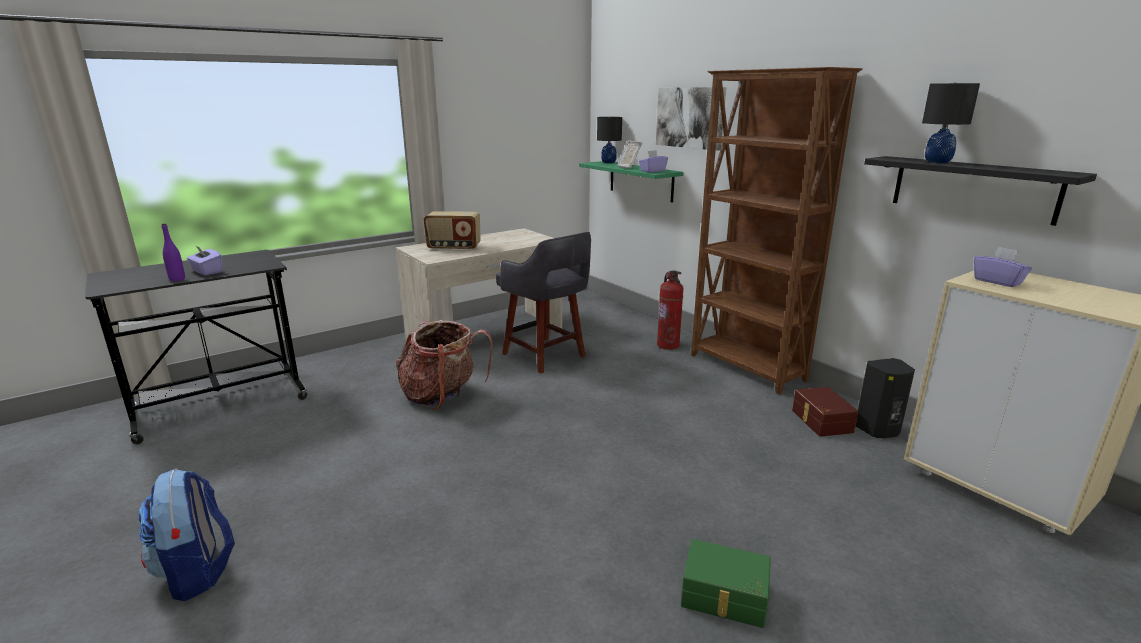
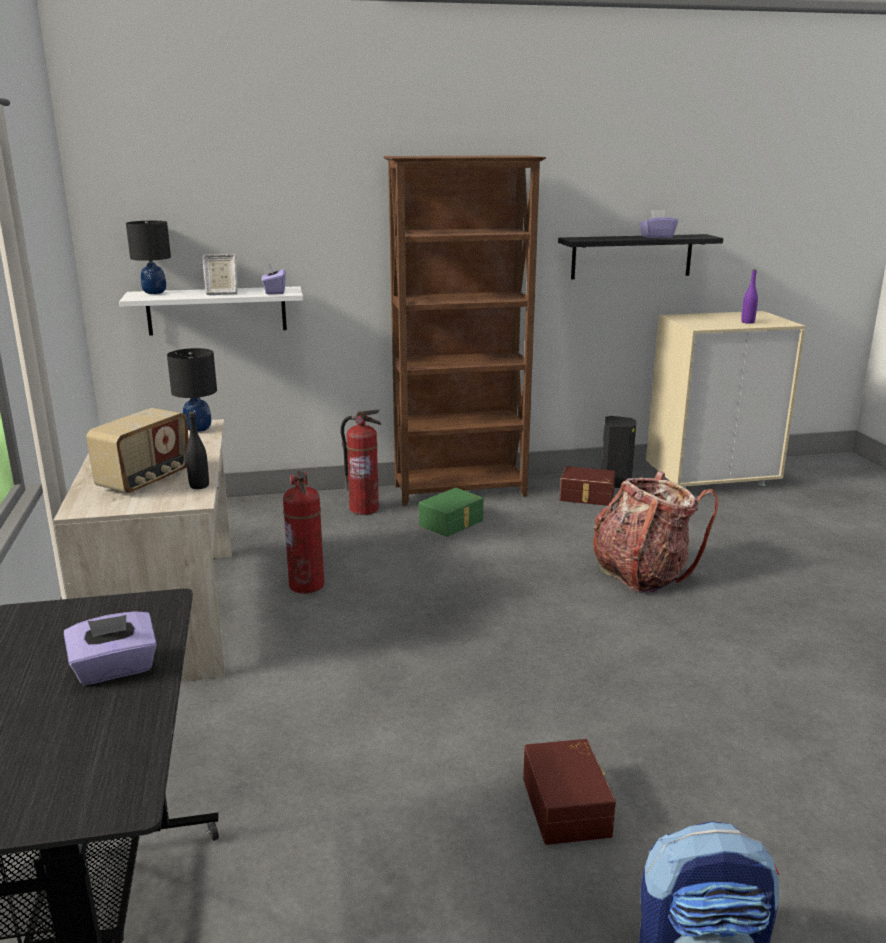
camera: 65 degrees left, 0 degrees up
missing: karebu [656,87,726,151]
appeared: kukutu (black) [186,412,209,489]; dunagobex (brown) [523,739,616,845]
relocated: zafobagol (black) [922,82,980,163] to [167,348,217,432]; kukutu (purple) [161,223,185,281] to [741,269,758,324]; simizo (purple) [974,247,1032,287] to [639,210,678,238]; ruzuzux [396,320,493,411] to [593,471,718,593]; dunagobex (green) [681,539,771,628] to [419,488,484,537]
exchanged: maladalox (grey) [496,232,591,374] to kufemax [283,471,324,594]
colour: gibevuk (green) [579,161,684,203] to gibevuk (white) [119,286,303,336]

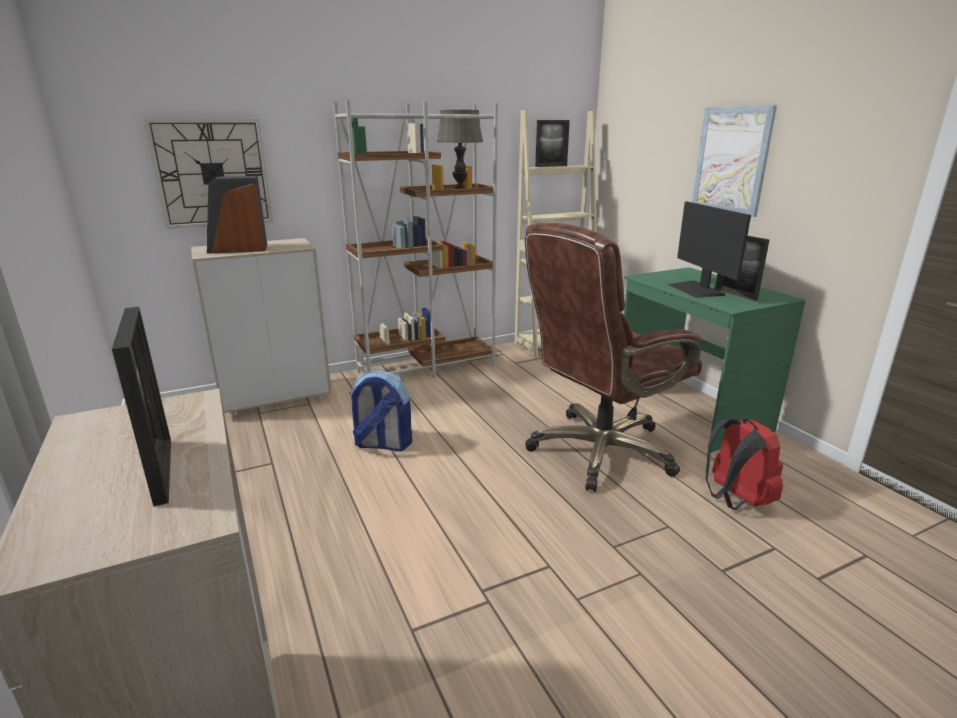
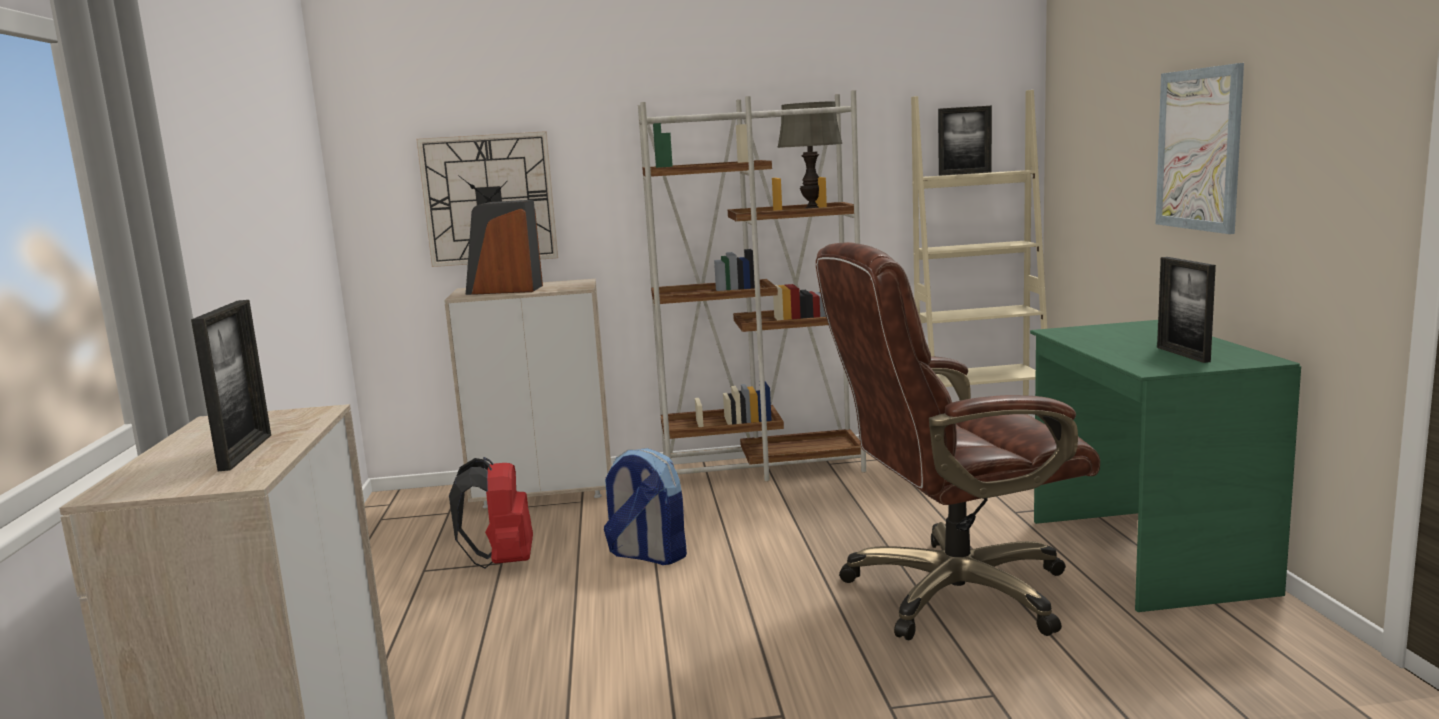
camera: 20 degrees right, 10 degrees down
missing: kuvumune [667,202,751,298]
relocated: ruzuzux (red) [705,419,783,510] to [449,457,533,569]

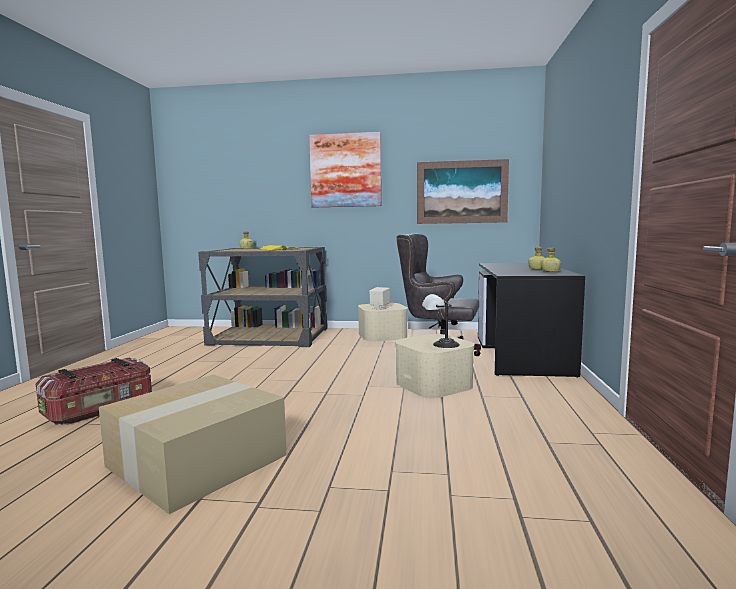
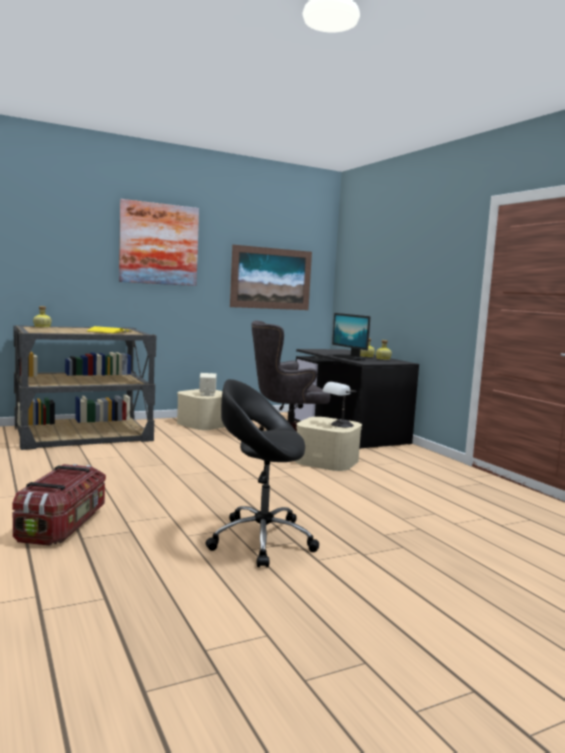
camera: 35 degrees left, 0 degrees up
appeared: kuvumune [332,313,370,360]
exchanged: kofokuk [99,374,287,514] to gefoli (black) [206,379,319,567]

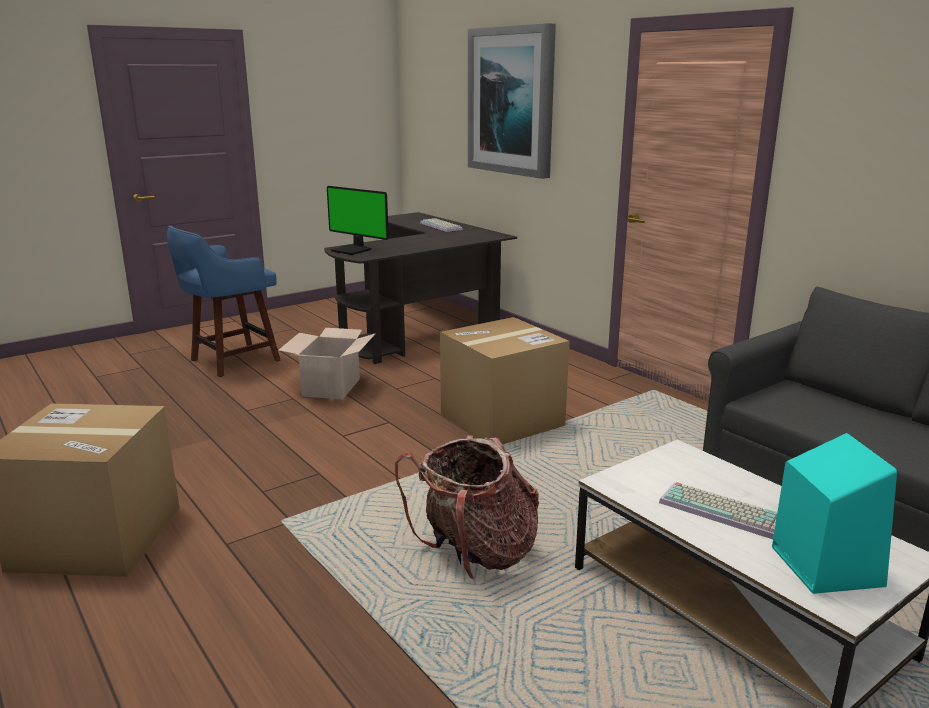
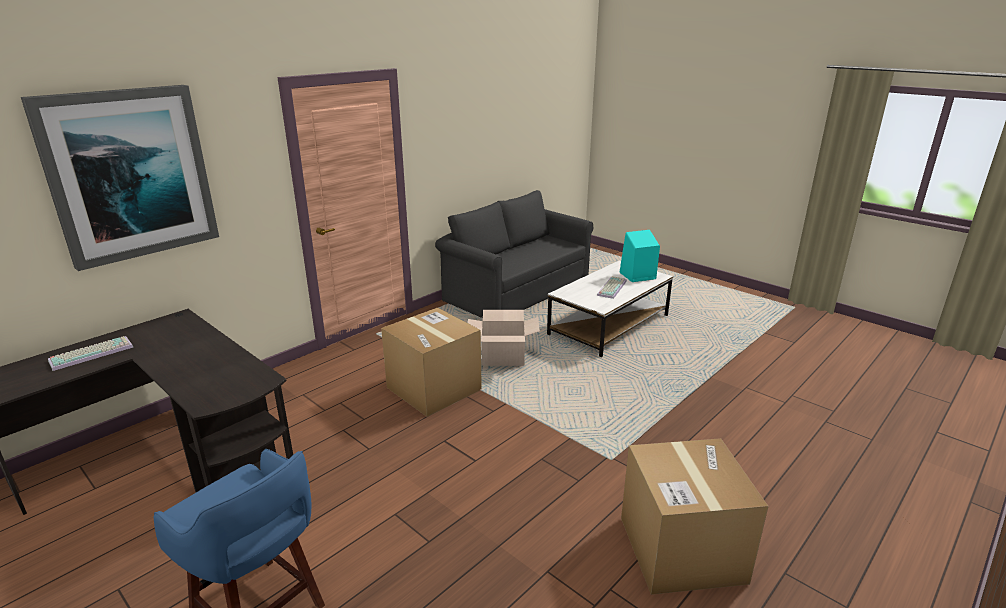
camera: 100 degrees left, 5 degrees up
missing: kuvumune [327,186,389,255]; ruzuzux [395,435,539,580]
relocated: kofokuk [278,328,376,400] to [468,310,540,366]

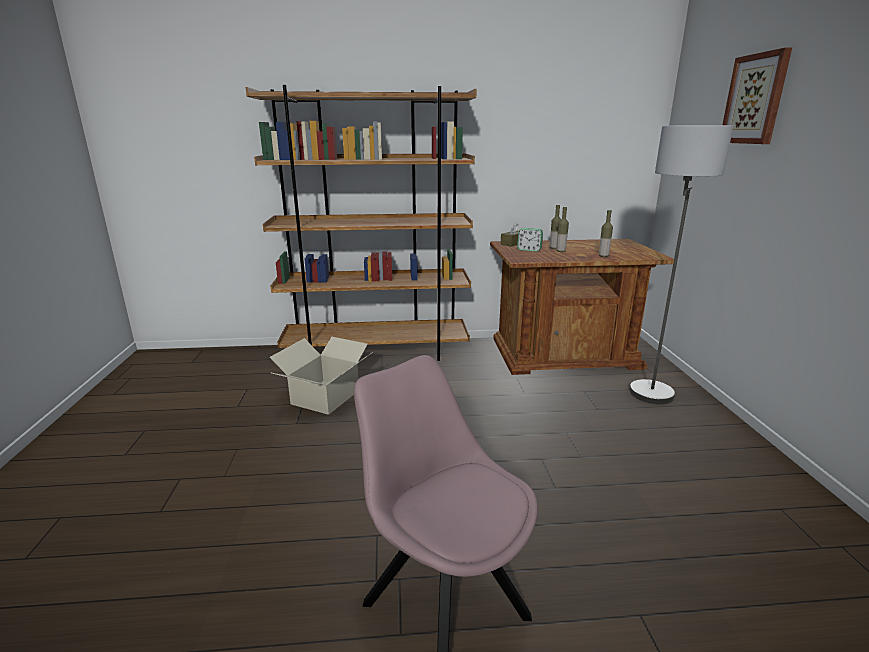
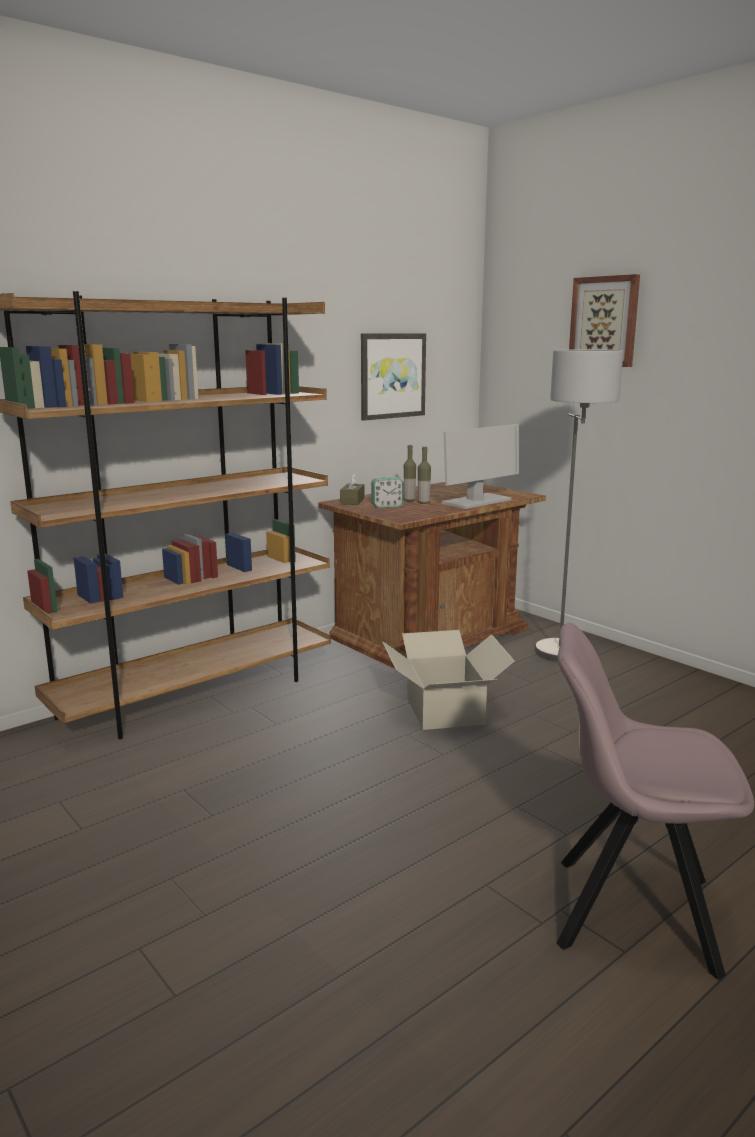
camera: 35 degrees left, 5 degrees down
appeared: karebu [361,333,426,421]
relocated: kofokuk [270,337,373,415] to [383,630,515,730]
exchanged: kukutu [599,210,613,257] to kuvumune [442,424,519,509]

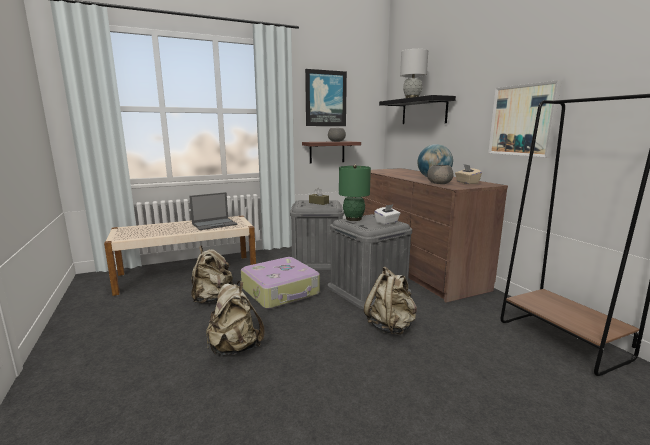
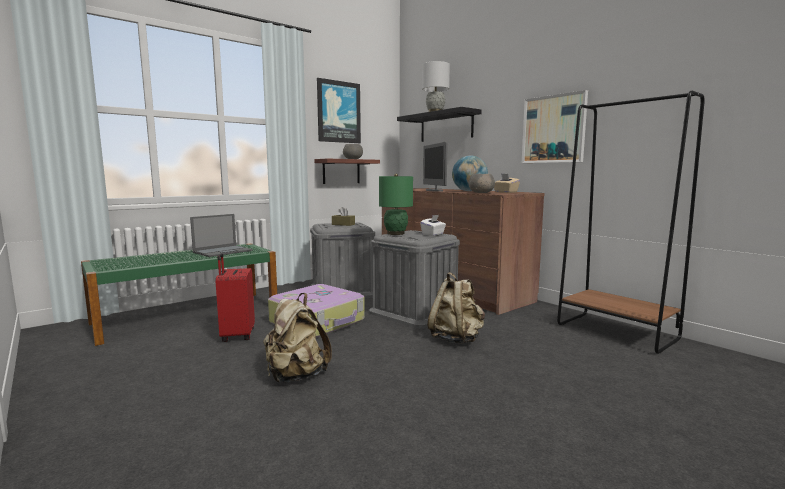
camera: 15 degrees left, 5 degrees down
appeared: kuvumune [423,142,448,192]
exchanged: ruzuzux (beige) [192,246,233,303] to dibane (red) [215,253,255,342]
colour: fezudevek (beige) [104,215,256,296] to fezudevek (green) [81,243,277,346]

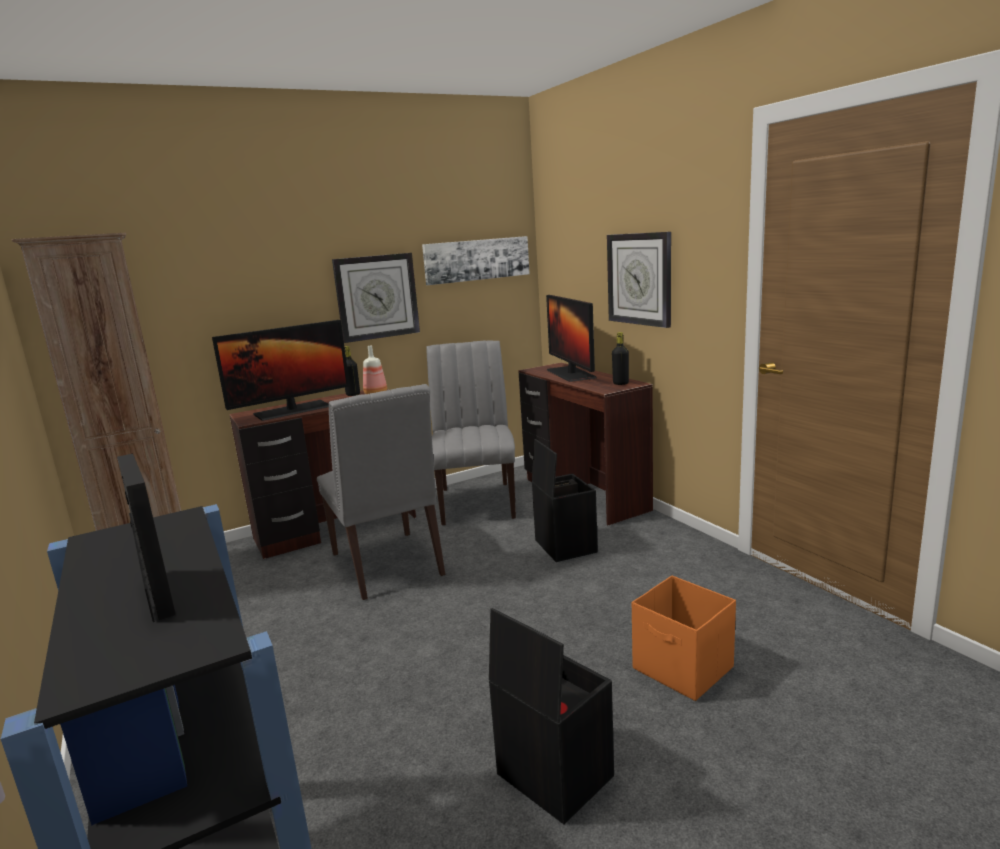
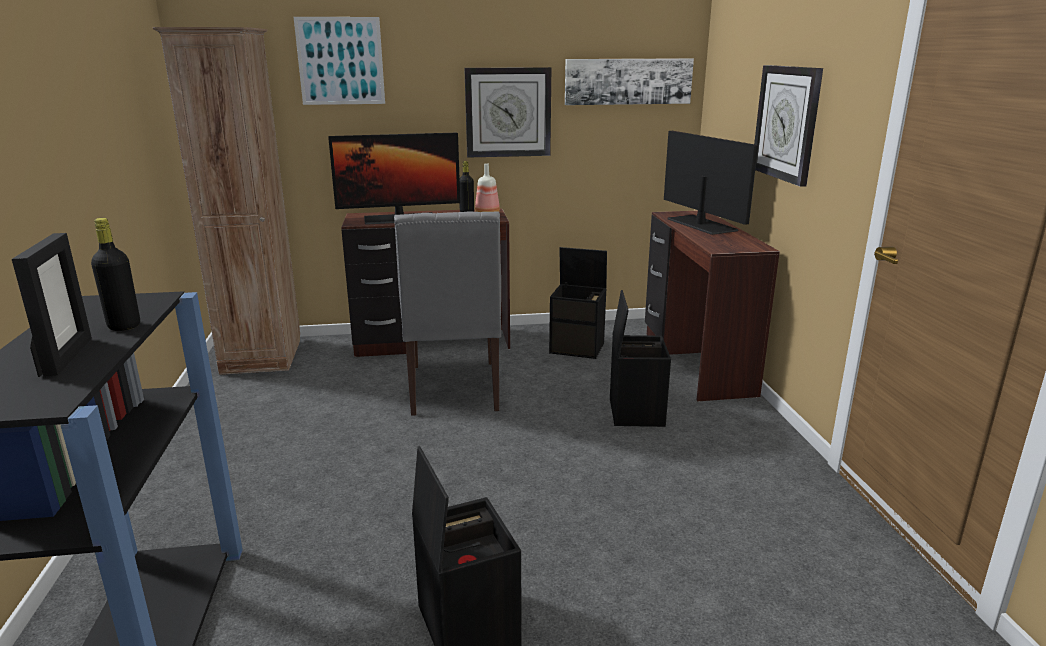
camera: 20 degrees right, 5 degrees up
missing: dunagobex (orange) [632,575,736,701]
appeared: karebu [294,17,385,105]
relocated: kukutu (black) [612,332,629,385] to [91,218,140,331]
exchanged: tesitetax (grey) [426,340,516,525] to dunagobex (black) [549,247,607,359]
spun: kuvumune [546,295,597,382] = [664,131,758,235] 150 degrees clockwise

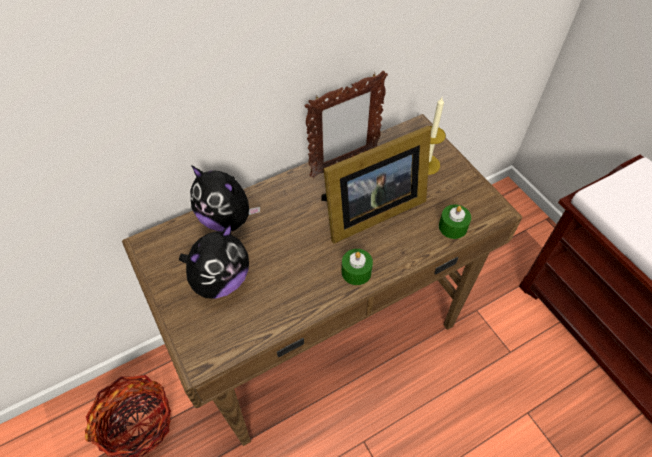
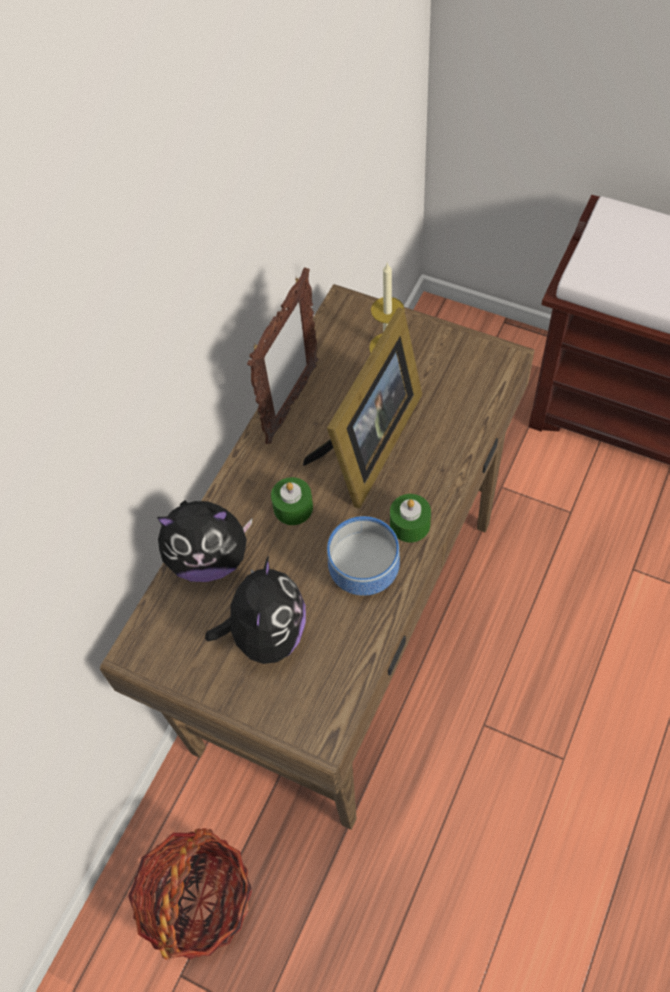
camera: 30 degrees left, 5 degrees up
appeared: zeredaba [327,516,400,596]
relocated: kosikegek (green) [439,205,471,239] to [271,477,313,525]

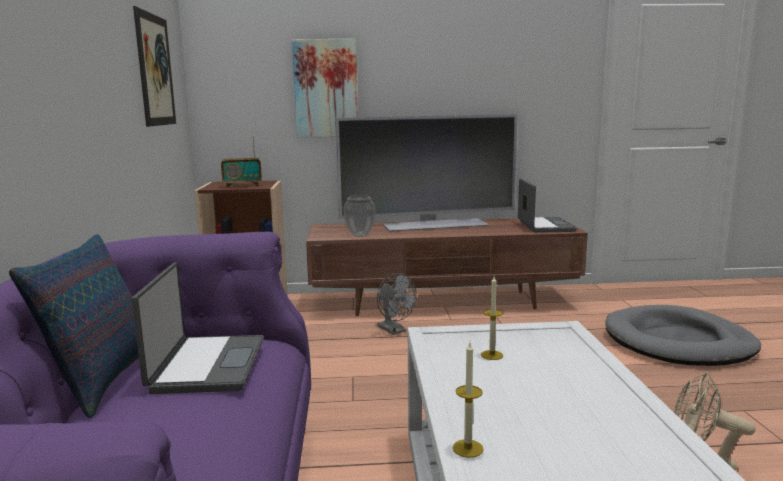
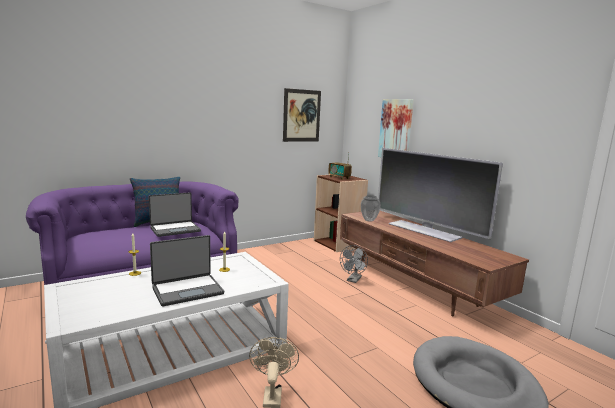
camera: 60 degrees right, 0 degrees up
relocated: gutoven [518,178,577,233] to [150,235,224,307]

